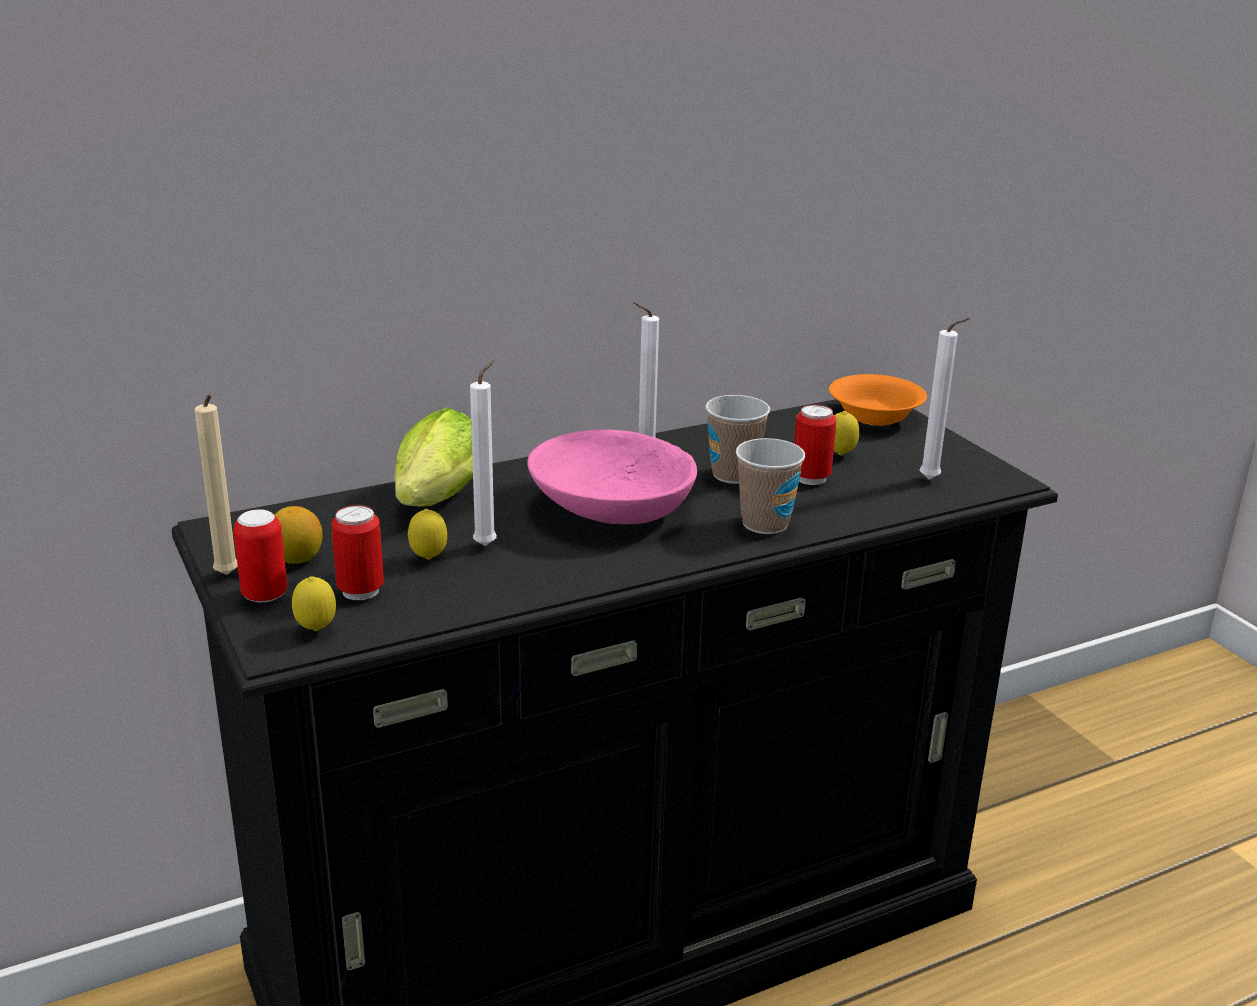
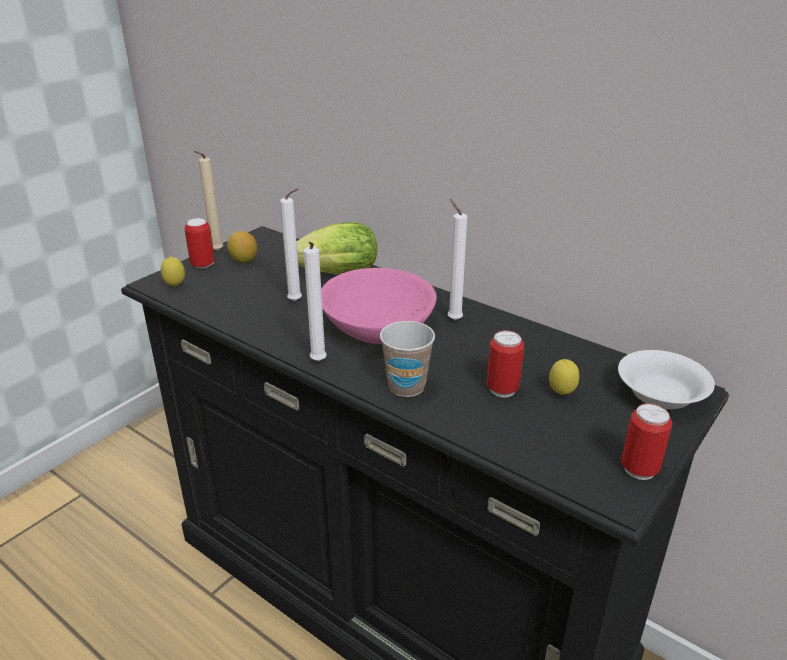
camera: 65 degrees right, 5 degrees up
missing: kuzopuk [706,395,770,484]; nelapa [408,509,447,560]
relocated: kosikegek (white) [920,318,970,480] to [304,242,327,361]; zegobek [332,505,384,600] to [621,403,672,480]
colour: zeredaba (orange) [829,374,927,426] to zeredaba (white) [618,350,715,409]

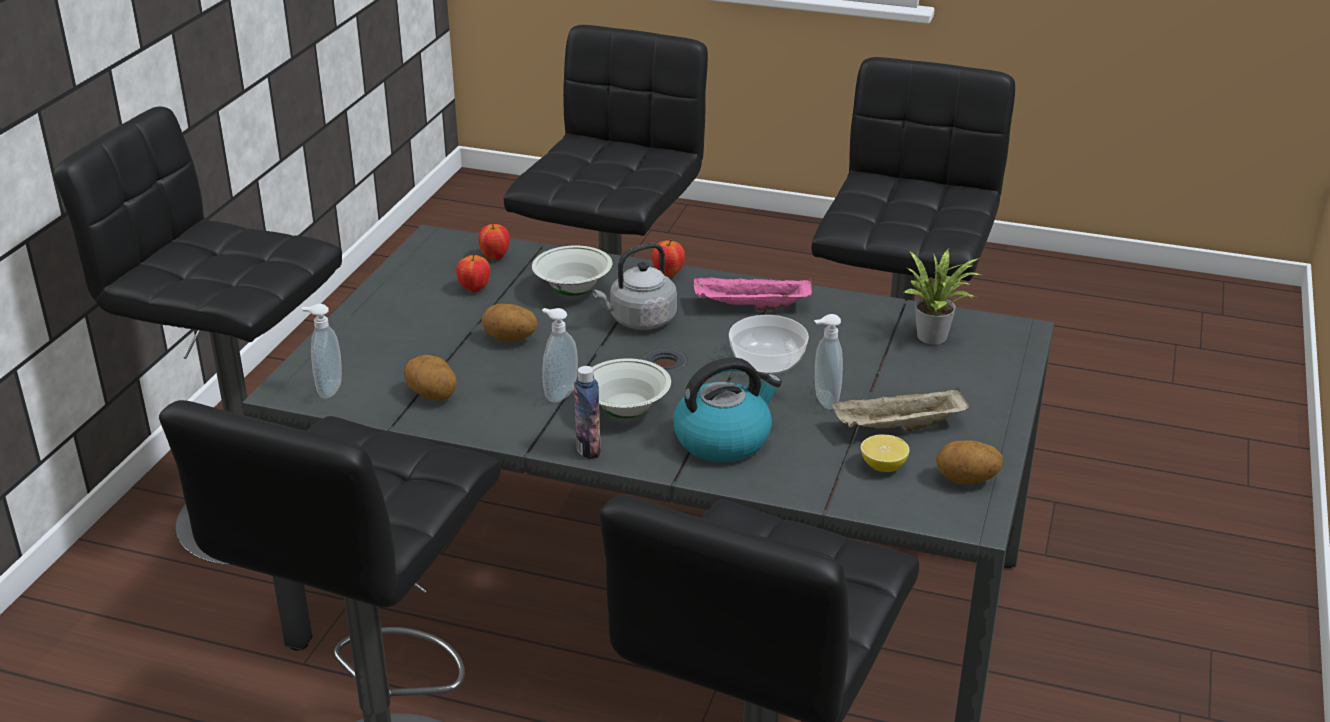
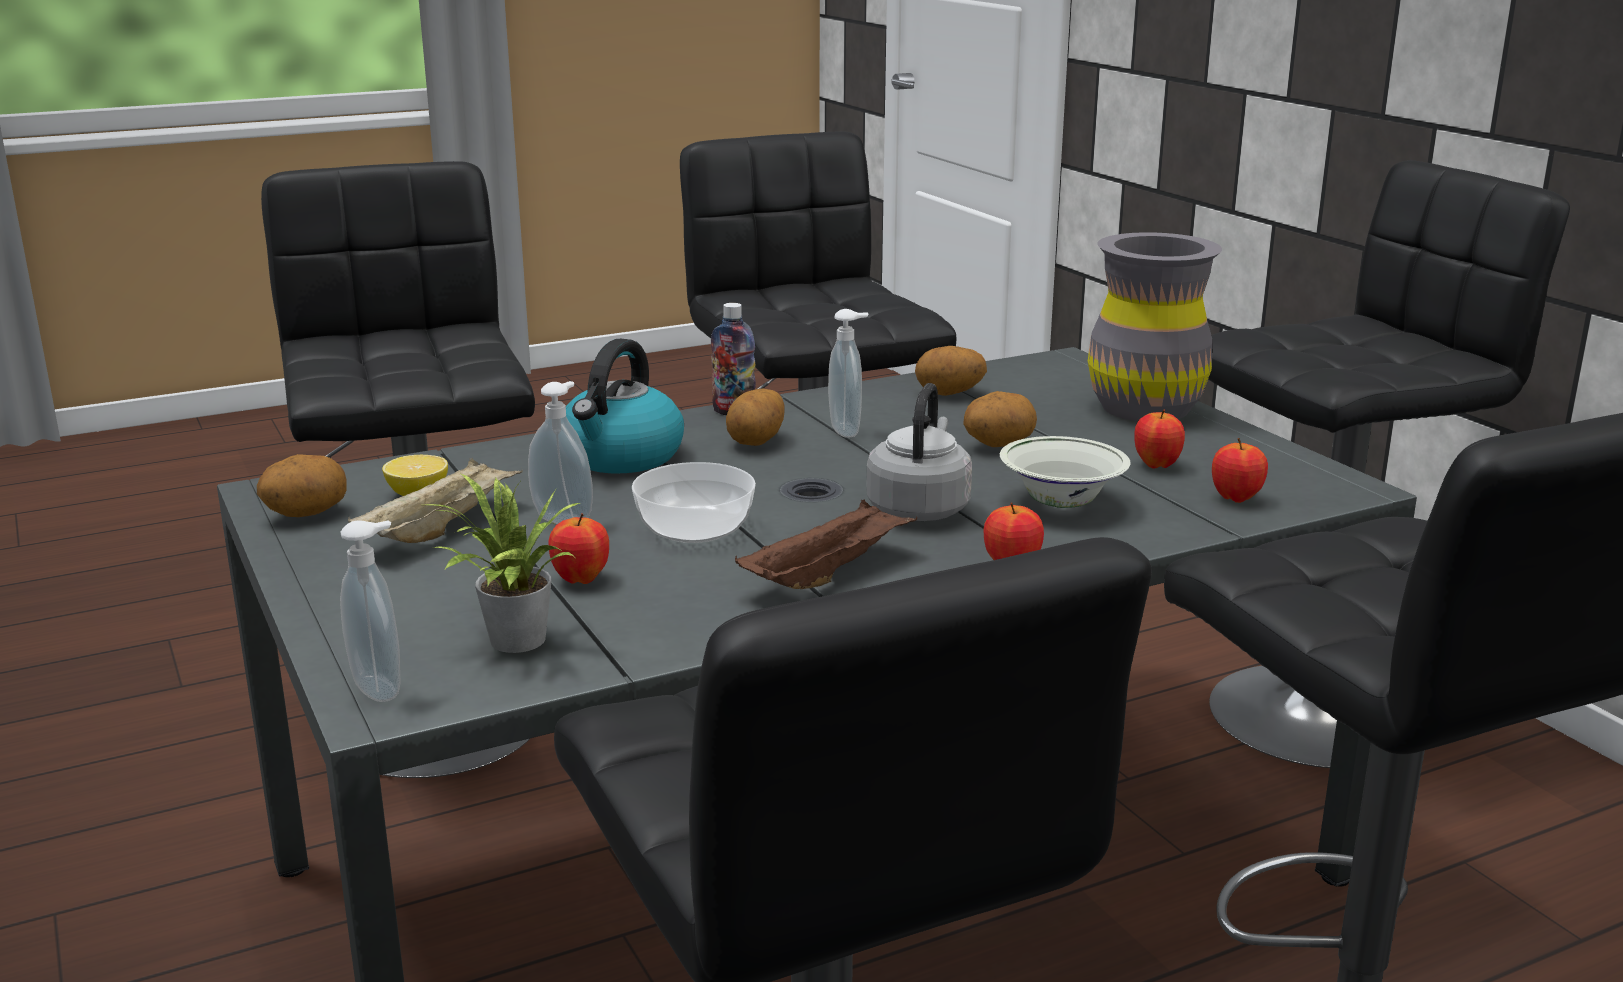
camera: 135 degrees right, 10 degrees down
appeared: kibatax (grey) [1088,232,1222,421]; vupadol [548,514,609,584]
relocated: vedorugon [301,304,342,398] to [340,520,401,702]
exchanged: zeredaba (white) [592,358,671,418] to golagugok [726,389,784,446]
colour: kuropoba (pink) [694,277,812,310] to kuropoba (brown) [735,499,917,589]

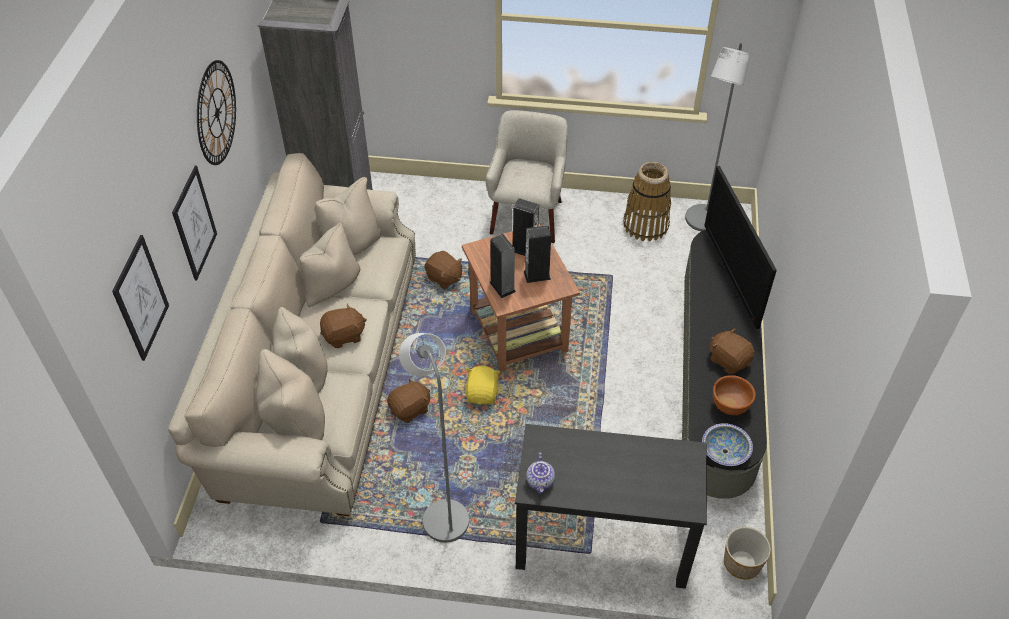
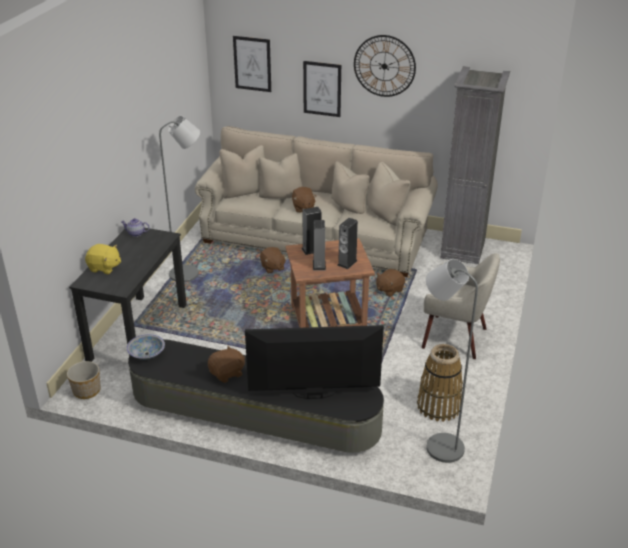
camera: 100 degrees right, 15 degrees down
missing: zeredaba (brown) [713,375,756,415]
relocated: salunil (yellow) [465,365,501,405] to [85,244,121,274]

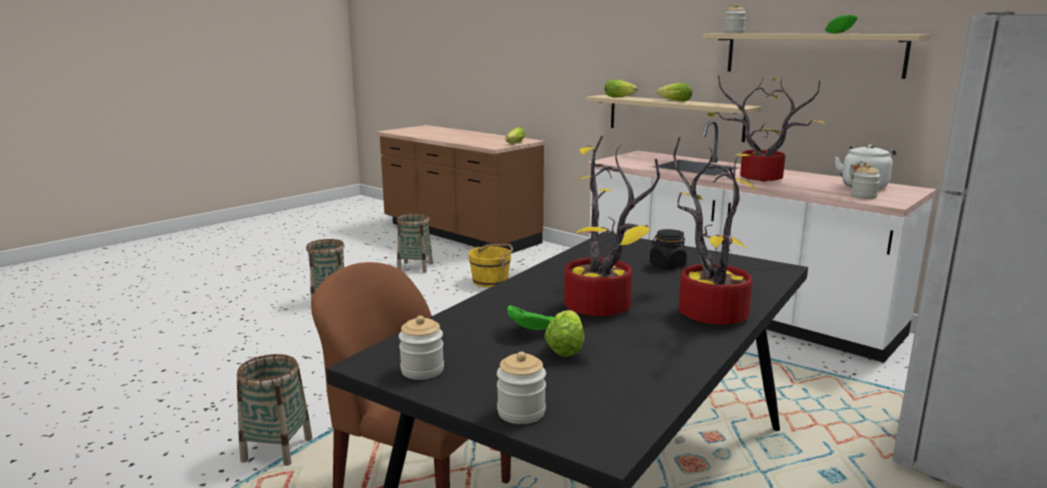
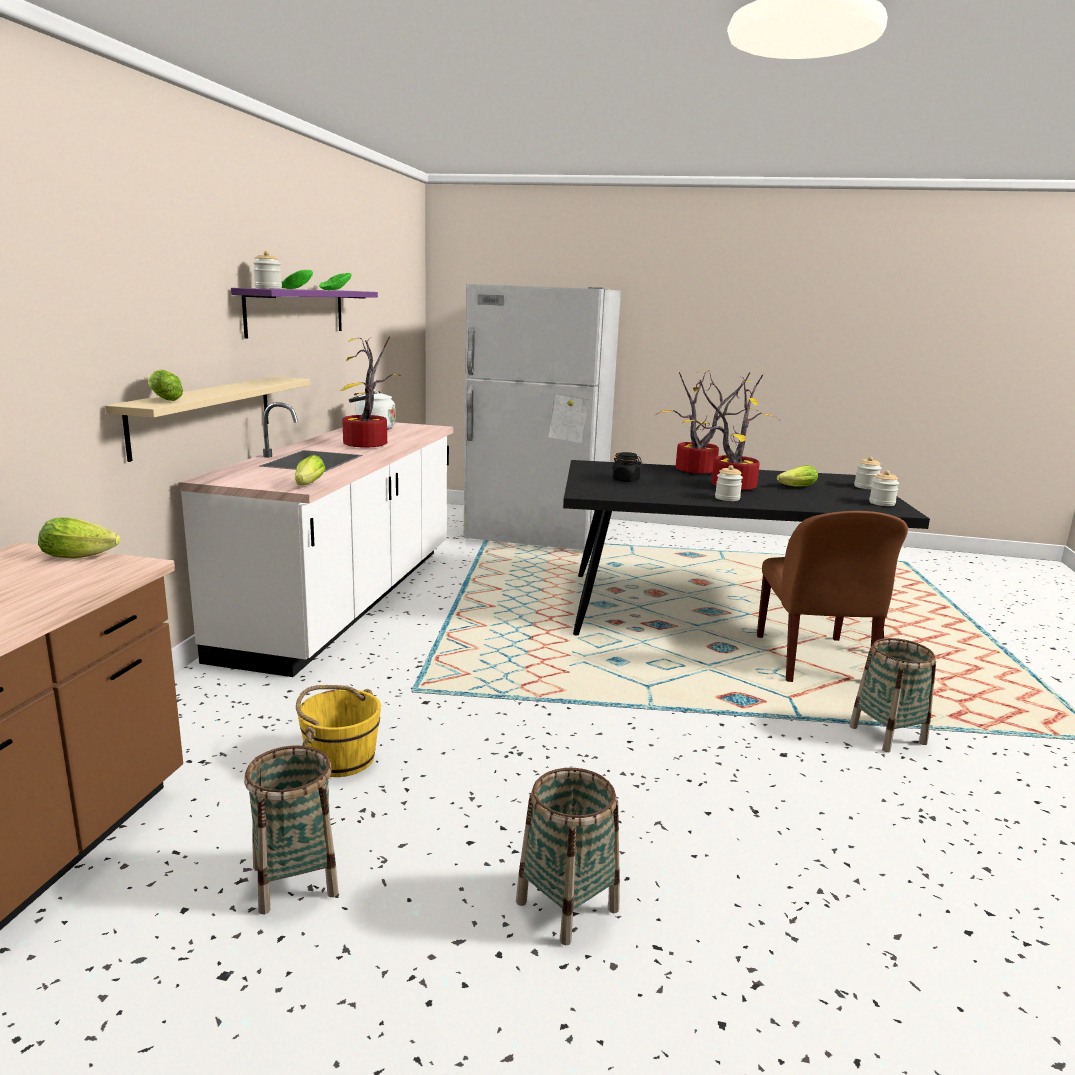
camera: 120 degrees left, 0 degrees up
relocated: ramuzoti [657,83,692,101] to [295,455,326,485]; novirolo [851,164,880,199] to [715,465,743,501]; zeredaba (green) [507,305,554,330] to [282,270,313,289]
colour: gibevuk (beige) [702,33,931,79] to gibevuk (purple) [231,288,378,339]

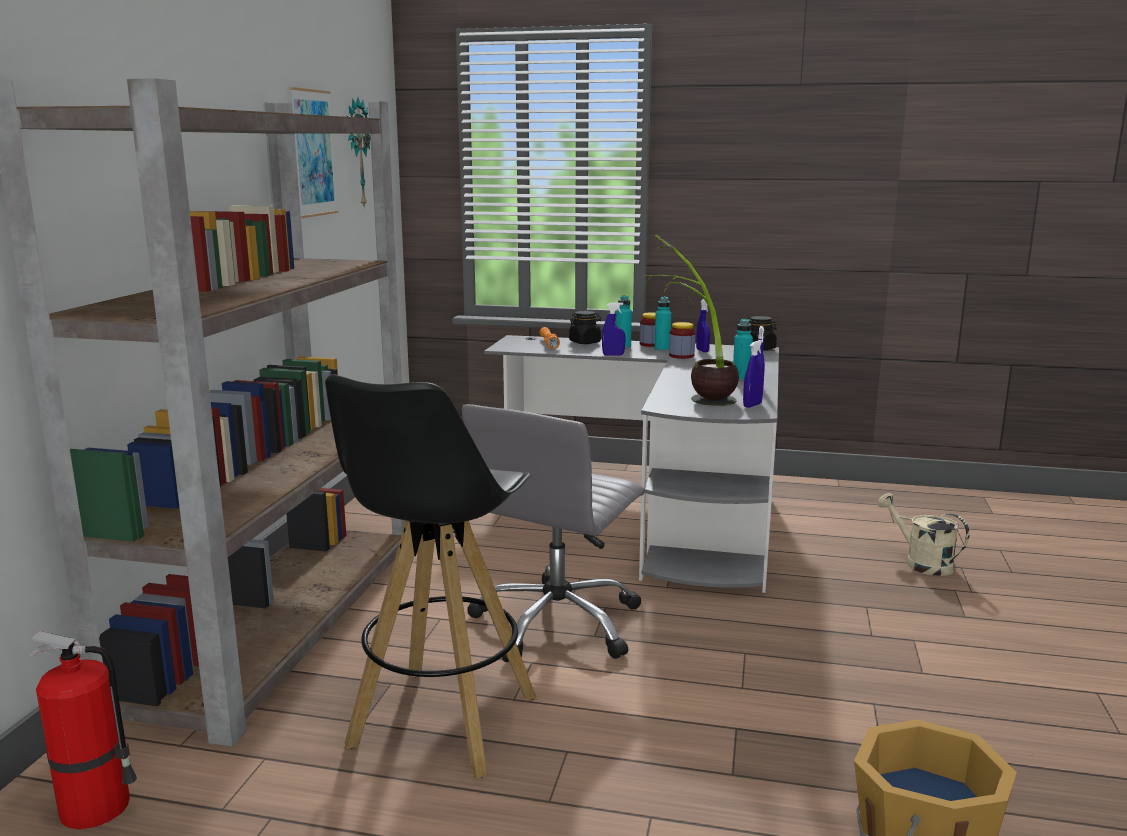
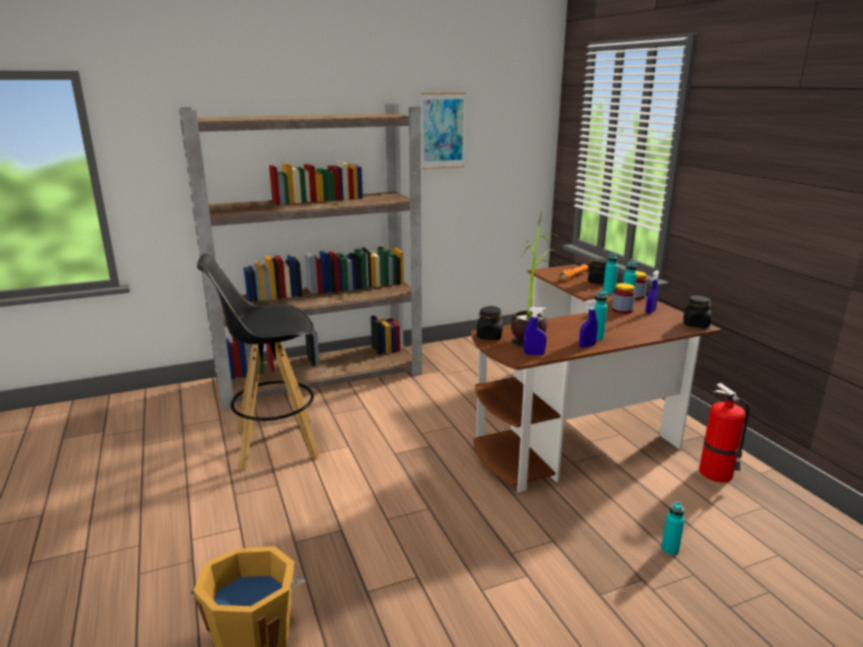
camera: 55 degrees right, 5 degrees up
missing: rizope [347,98,371,209]; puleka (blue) [602,302,626,356]; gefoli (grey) [462,404,645,662]
appeared: novirolo (black) [477,306,503,340]
relocated: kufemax [29,631,137,829] to [699,383,750,482]
exchanged: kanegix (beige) [877,493,970,576] to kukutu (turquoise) [661,501,685,556]
colour: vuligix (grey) [484,335,779,593] to vuligix (brown) [471,264,722,493]

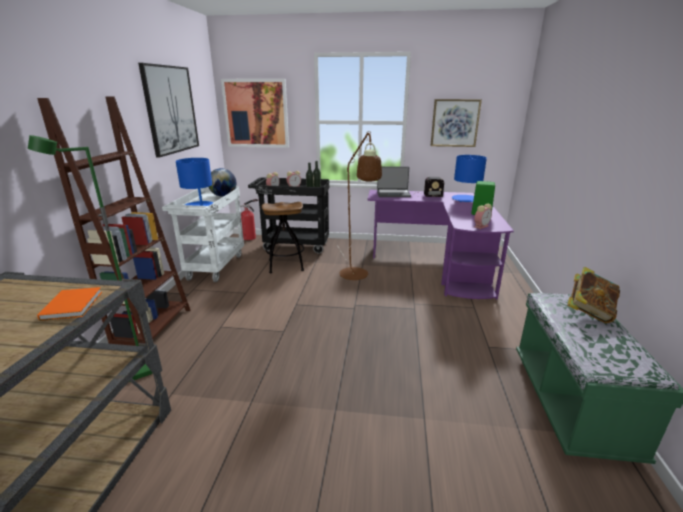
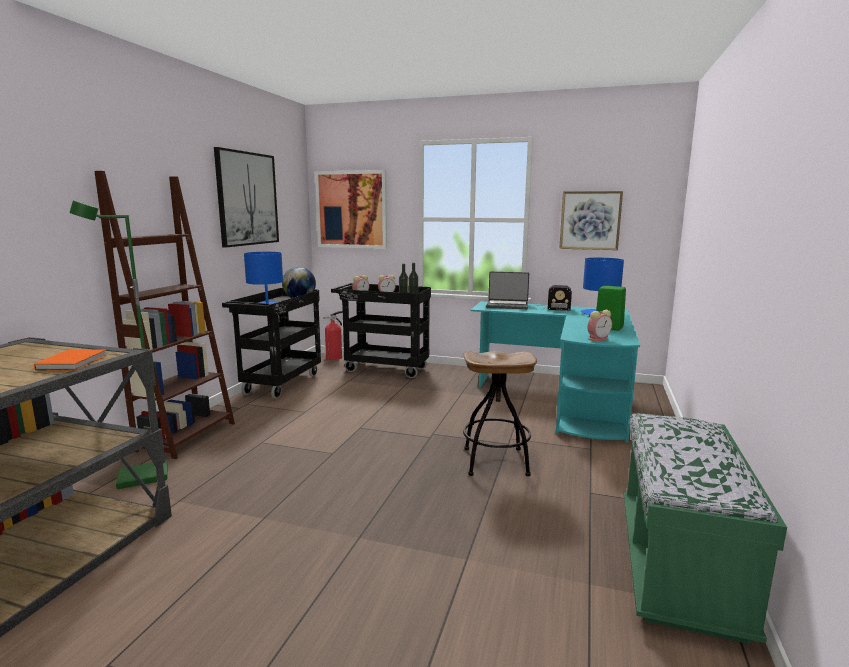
camera: 10 degrees right, 10 degrees down
missing: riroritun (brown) [338,132,382,280]; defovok [567,267,620,323]
relocated: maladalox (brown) [262,202,304,273] to [463,351,537,476]
colour: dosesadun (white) [162,187,244,282] to dosesadun (black) [222,288,321,399]; vuligix (purple) [367,190,514,300] to vuligix (turquoise) [471,301,640,443]

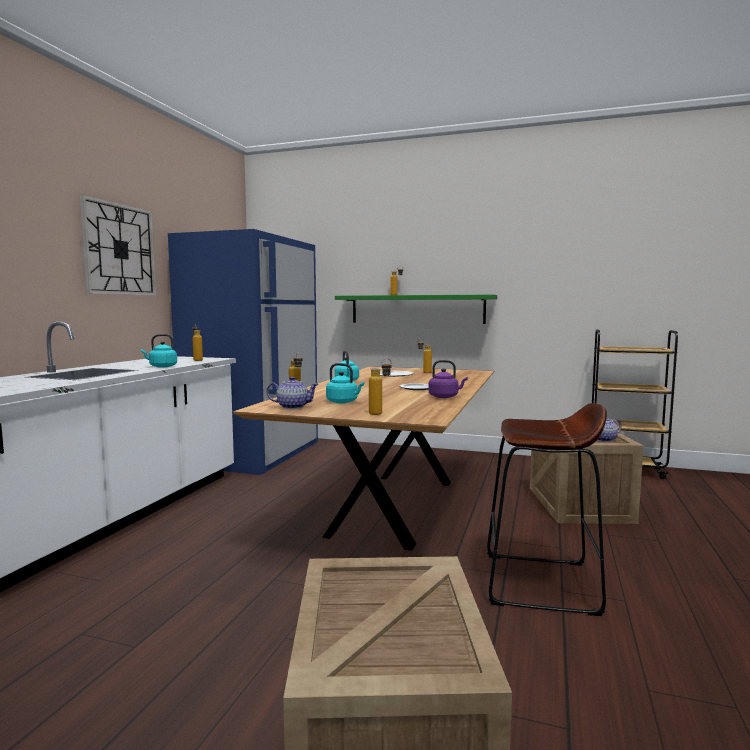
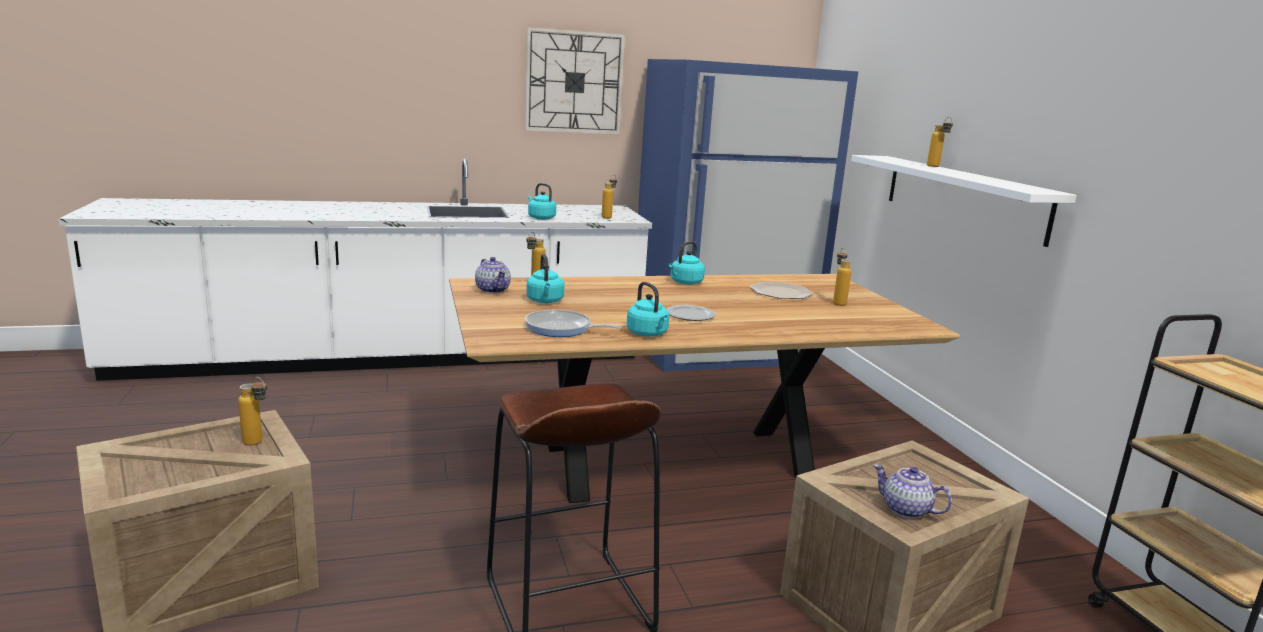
camera: 55 degrees right, 10 degrees up
appeared: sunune [525,310,621,337]
relocated: kukutu [369,358,392,415] to [238,377,267,446]
colour: gibevuk (green) [335,294,497,324] to gibevuk (white) [851,155,1077,247]; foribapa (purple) [428,360,468,398] to foribapa (turquoise) [627,282,669,336]

